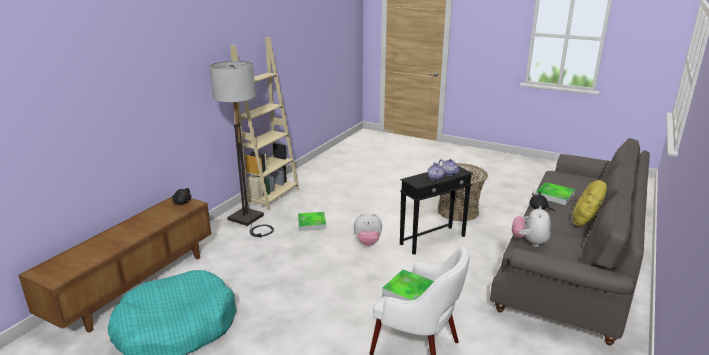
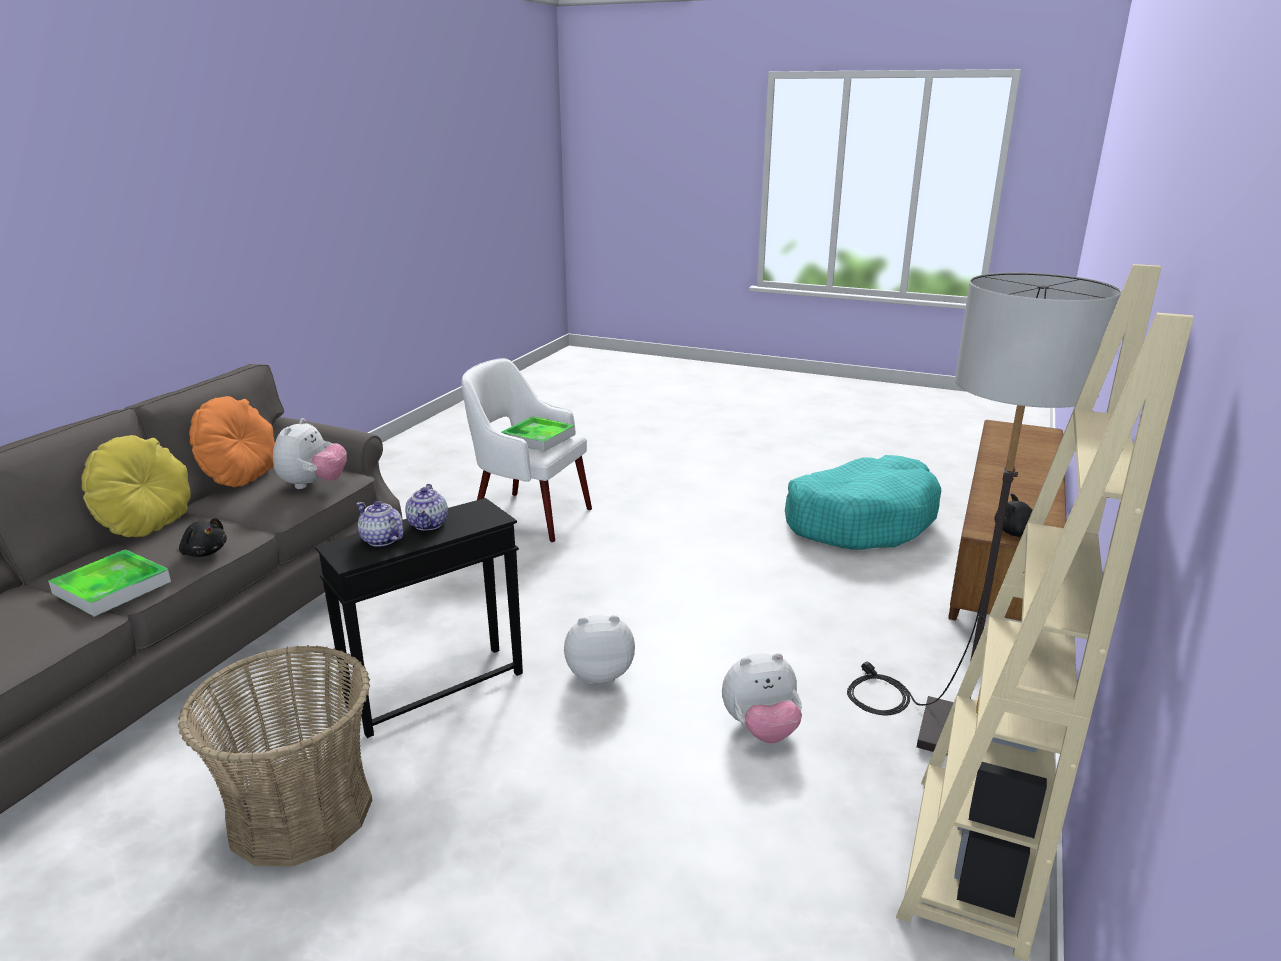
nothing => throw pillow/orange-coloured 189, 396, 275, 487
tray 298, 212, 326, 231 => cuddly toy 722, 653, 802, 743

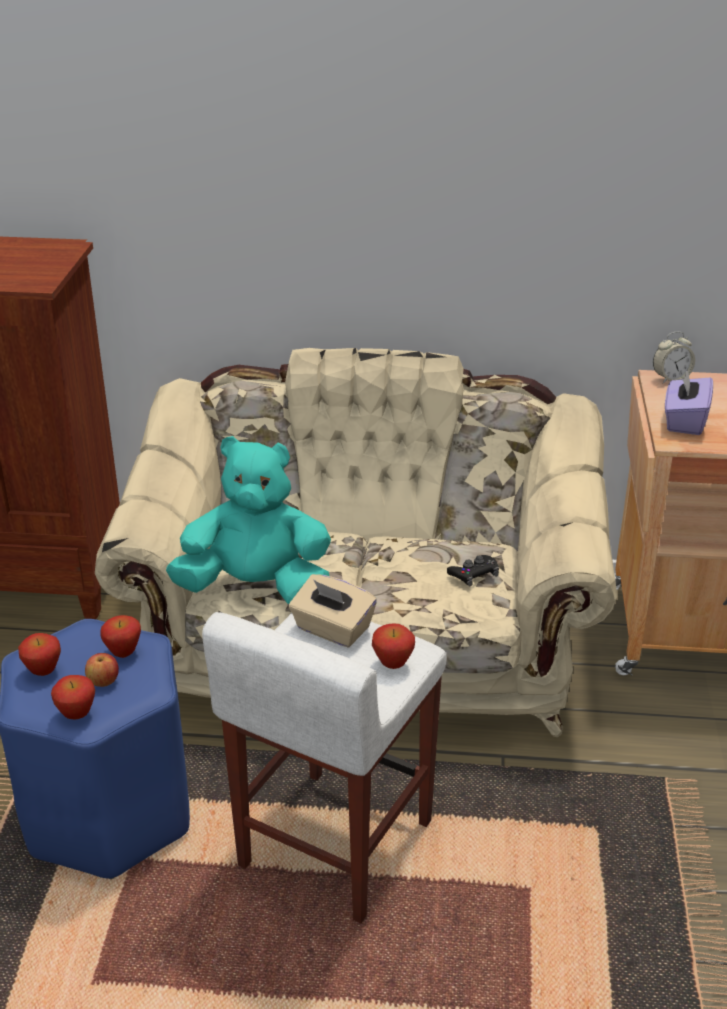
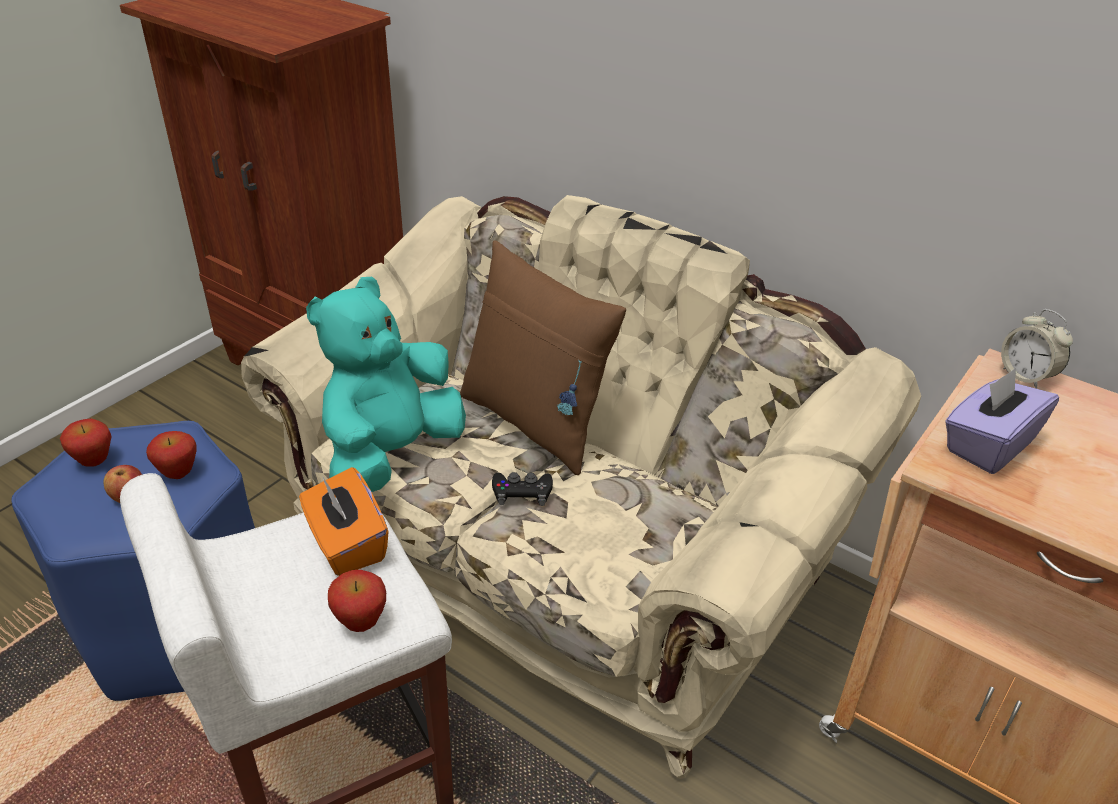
apple fruit 51, 675, 95, 719 => nothing
nothing => throw pillow/brown 460, 240, 626, 475
game controller/black 447, 555, 499, 586 => game controller/black 492, 472, 553, 506, shifted
box of tissues/beige 289, 574, 377, 647 => box of tissues/orange-coloured 299, 467, 389, 576
cuddly toy/blue-green 166, 436, 331, 604 => cuddly toy/blue-green 306, 277, 466, 492, 90 degrees counterclockwise
table clock 653, 332, 695, 384 => table clock 1001, 309, 1073, 389, 45 degrees clockwise

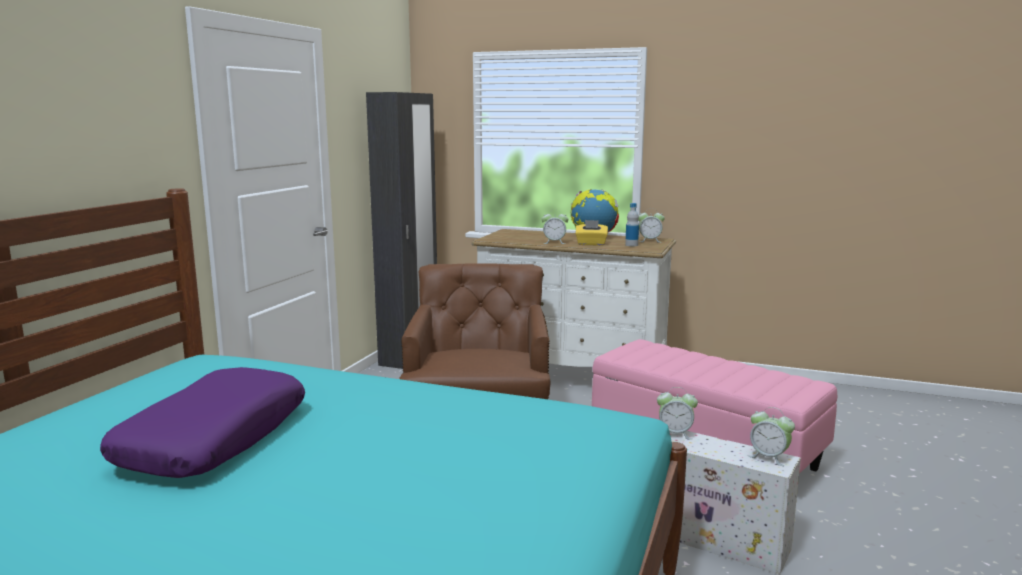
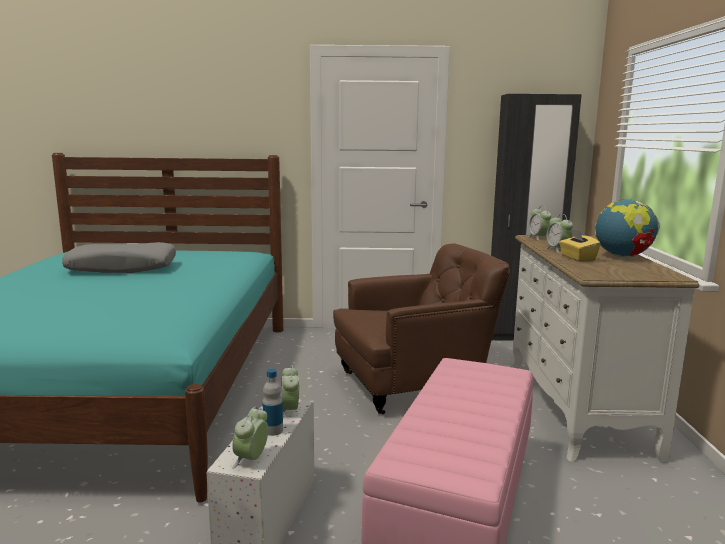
bottle 625, 203, 639, 246 => bottle 262, 369, 283, 436, shifted
table clock 638, 208, 665, 243 => table clock 528, 206, 551, 241, shifted
throw pillow/purple 100, 367, 305, 478 => throw pillow/gray 62, 242, 176, 273

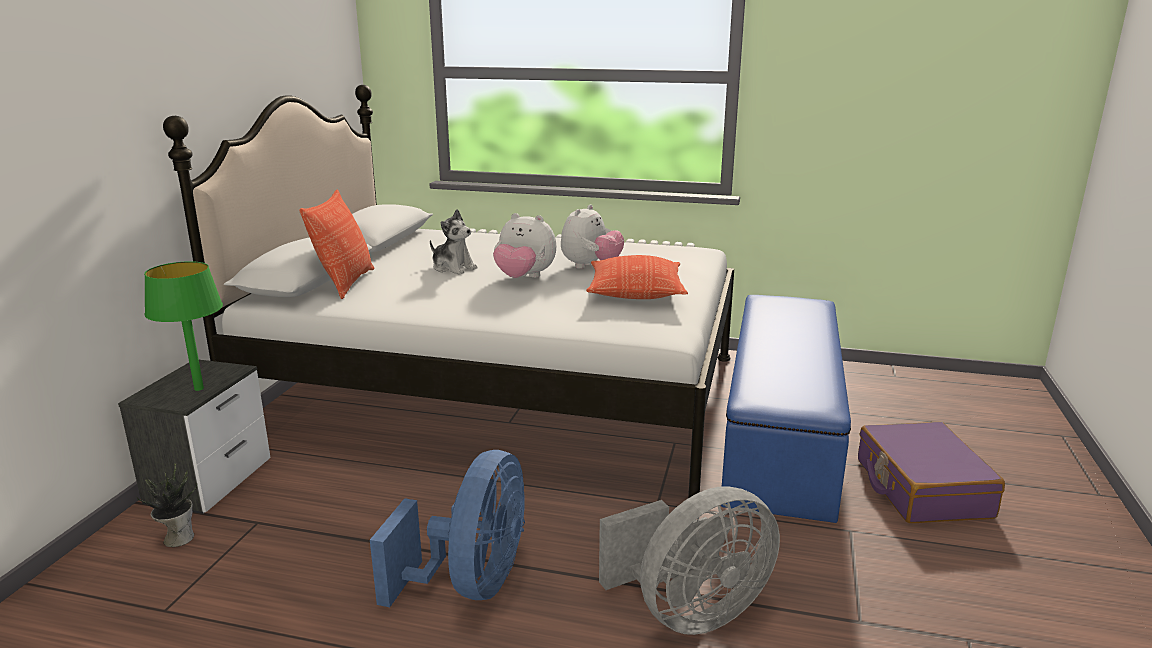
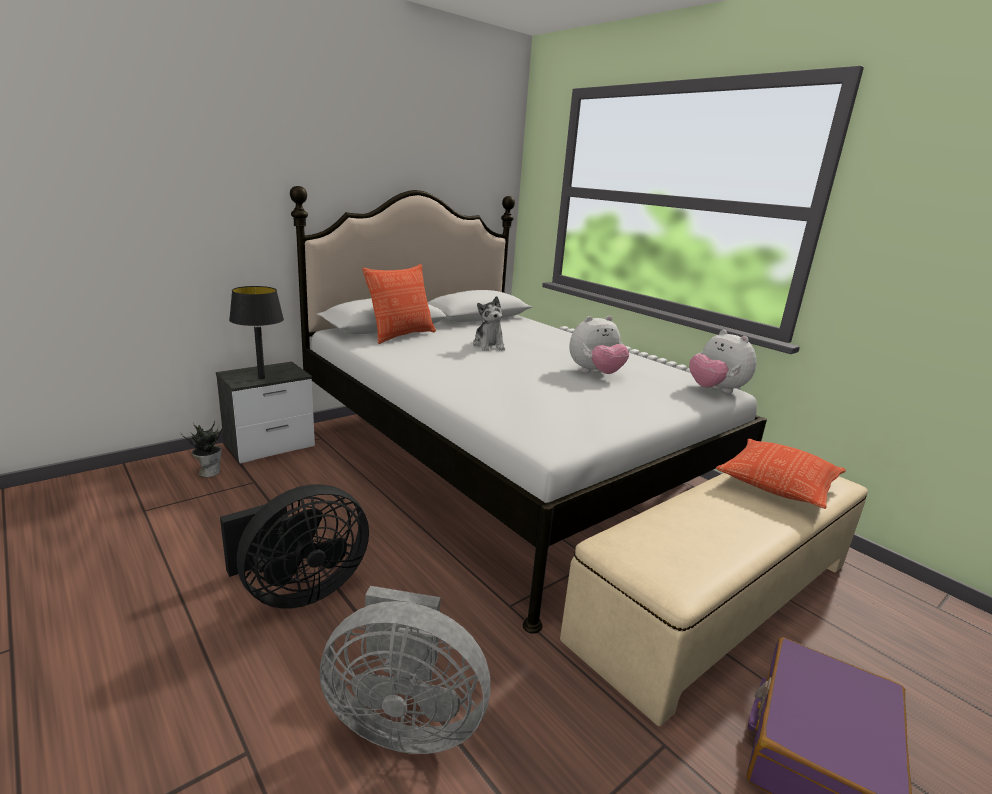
cuddly toy 493, 213, 556, 278 => cuddly toy 689, 330, 757, 393, shifted
throw pillow/orange-coloured 586, 255, 688, 299 => throw pillow/orange-coloured 716, 439, 846, 509, shifted
lamp for a table/green 144, 261, 223, 391 => lamp for a table/black 229, 286, 284, 379
fan/bluish 370, 450, 525, 607 => fan/black 220, 484, 369, 609
indoor bench/bluish 721, 295, 851, 523 => indoor bench/beige 560, 473, 868, 726

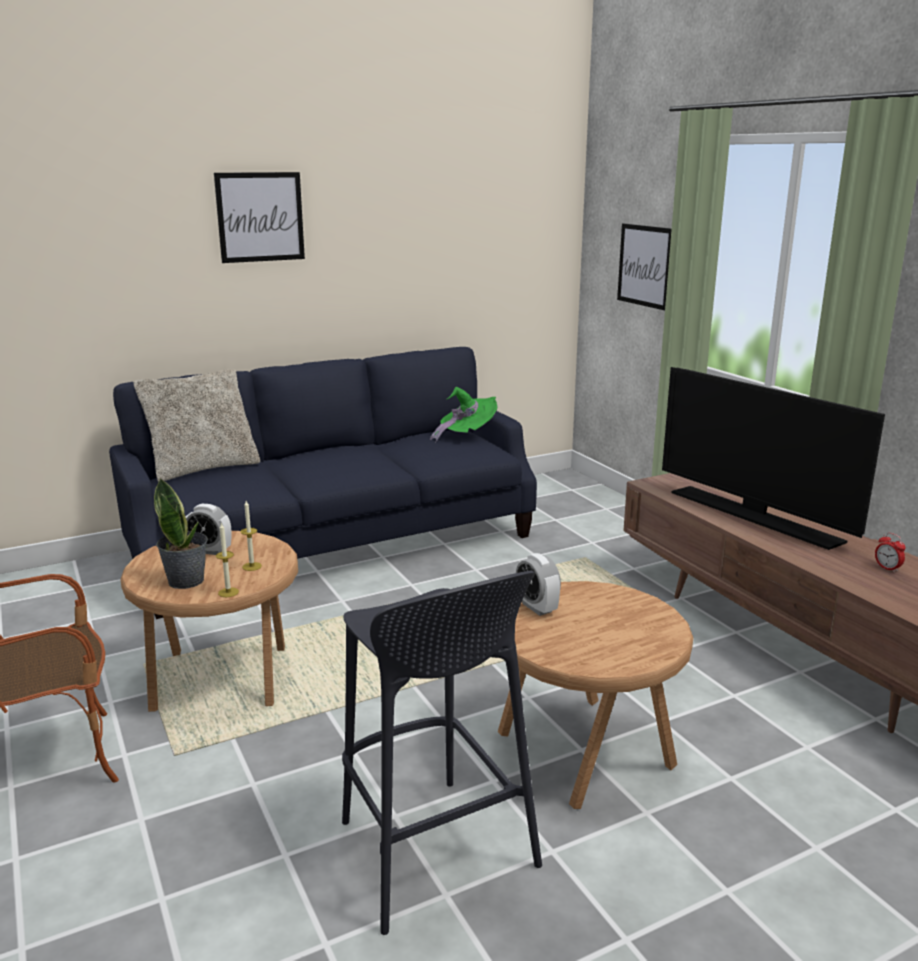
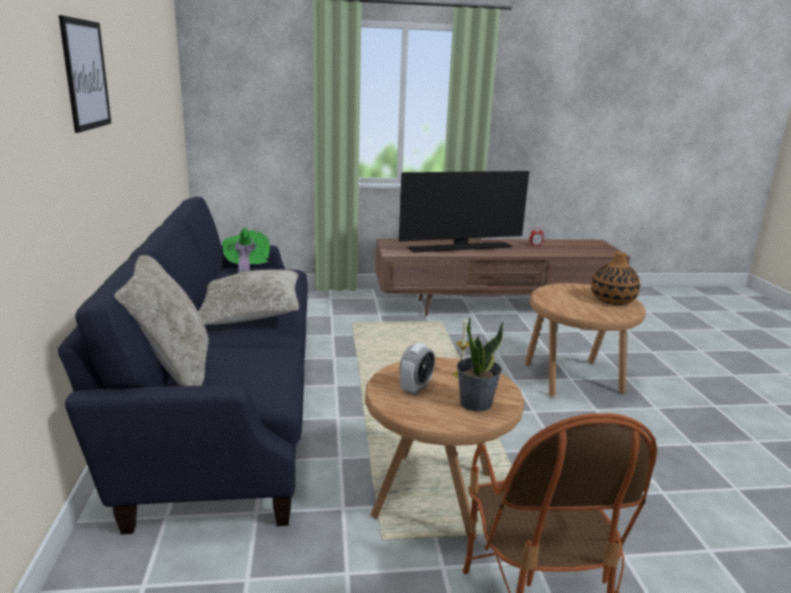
wax candle 216, 522, 239, 597 => nothing
stool/gray 342, 571, 542, 935 => nothing
table clock 516, 553, 561, 616 => nothing
wall art 617, 223, 672, 310 => nothing
nothing => throw pillow/beige 198, 270, 299, 325
nothing => flower vase 591, 252, 640, 305

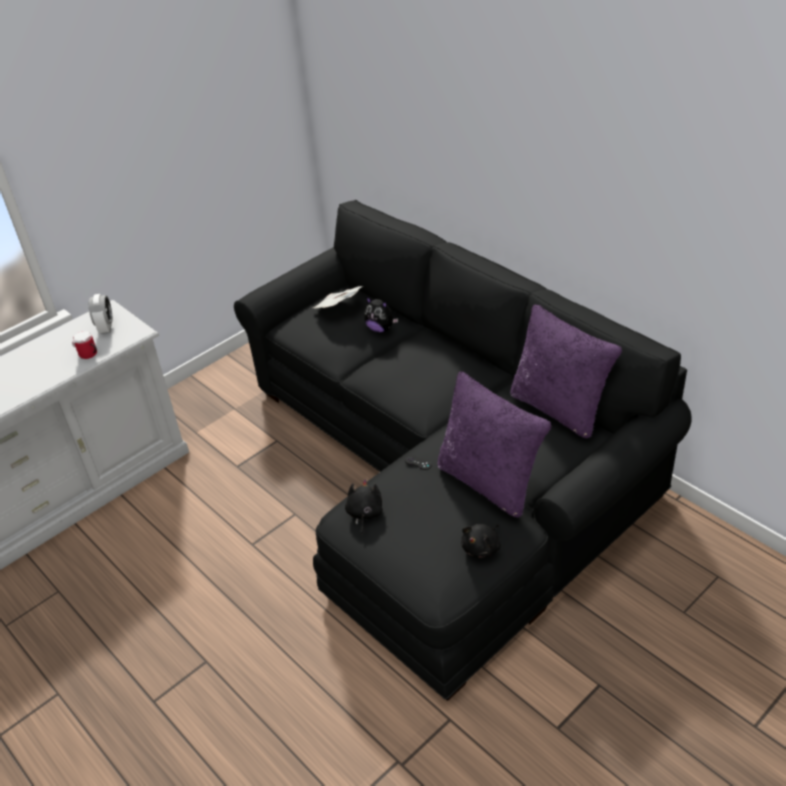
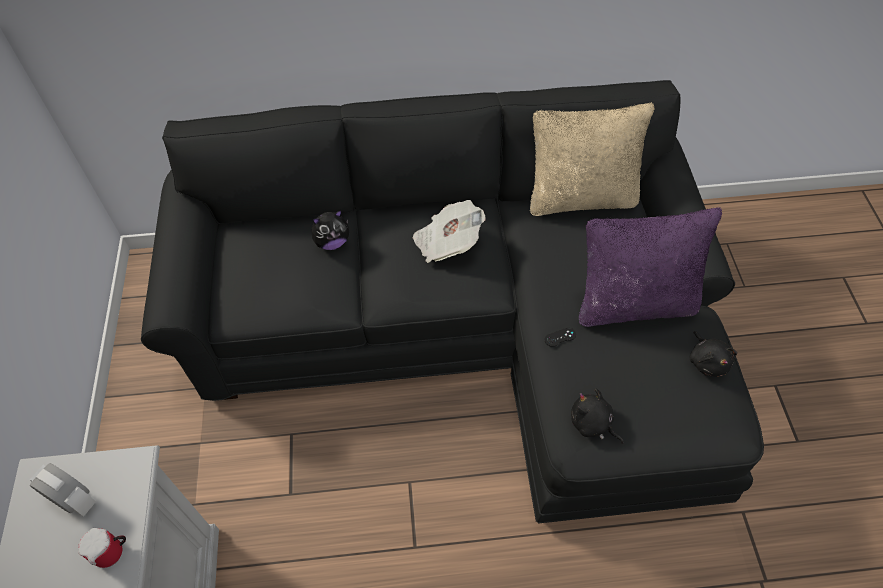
printed paper 313, 286, 363, 309 => printed paper 413, 200, 486, 263, shifted
throw pillow/purple 510, 304, 622, 438 => throw pillow/beige 530, 103, 655, 216

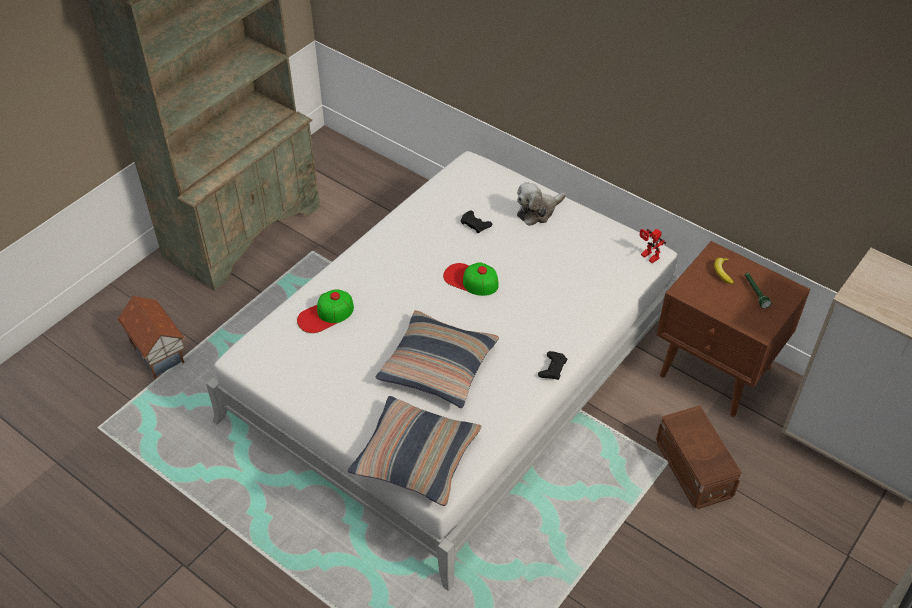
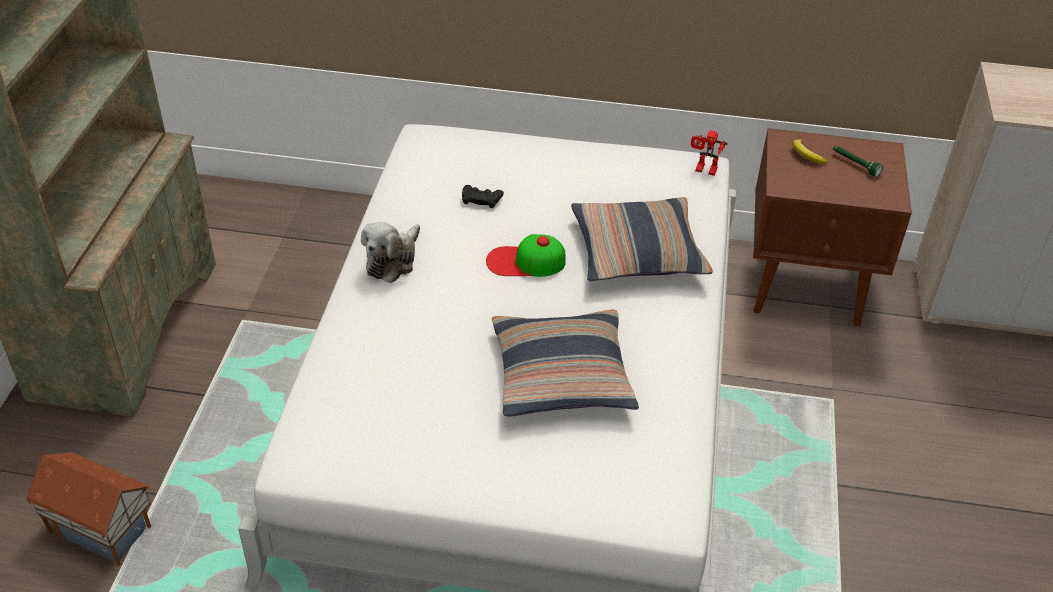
cap 297, 289, 354, 333 => nothing
game controller/black 538, 351, 568, 380 => nothing
storage box/brown 656, 405, 742, 510 => nothing
throw pillow 348, 396, 482, 506 => throw pillow 571, 197, 713, 281, shifted
cuddly toy 517, 182, 566, 226 => cuddly toy 361, 222, 420, 283, shifted

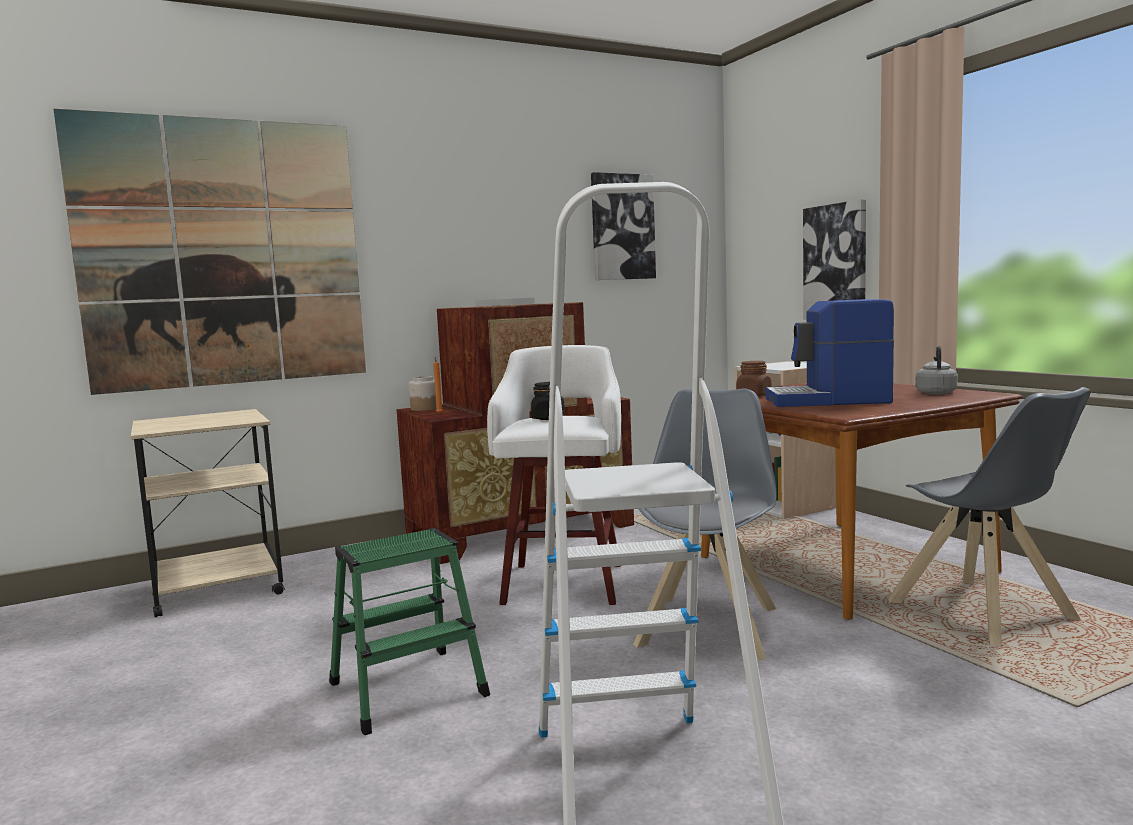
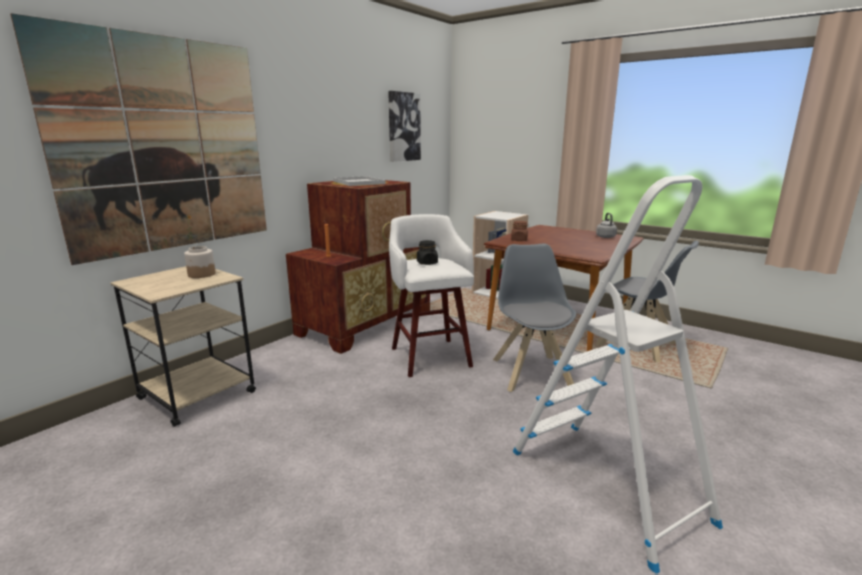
step ladder/green 329, 528, 490, 735 => nothing
coffee brewer 766, 299, 894, 407 => nothing
wall art 803, 199, 866, 319 => nothing
jar 409, 376, 436, 411 => jar 184, 246, 216, 278, shifted

